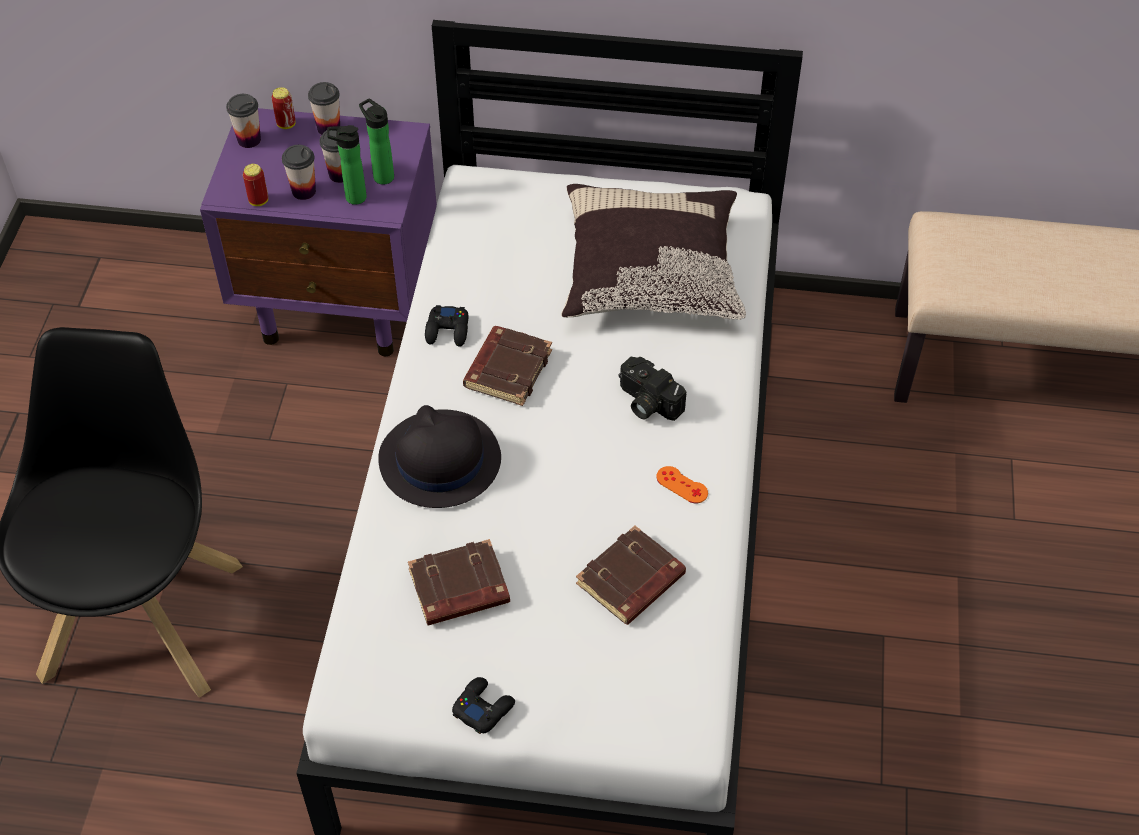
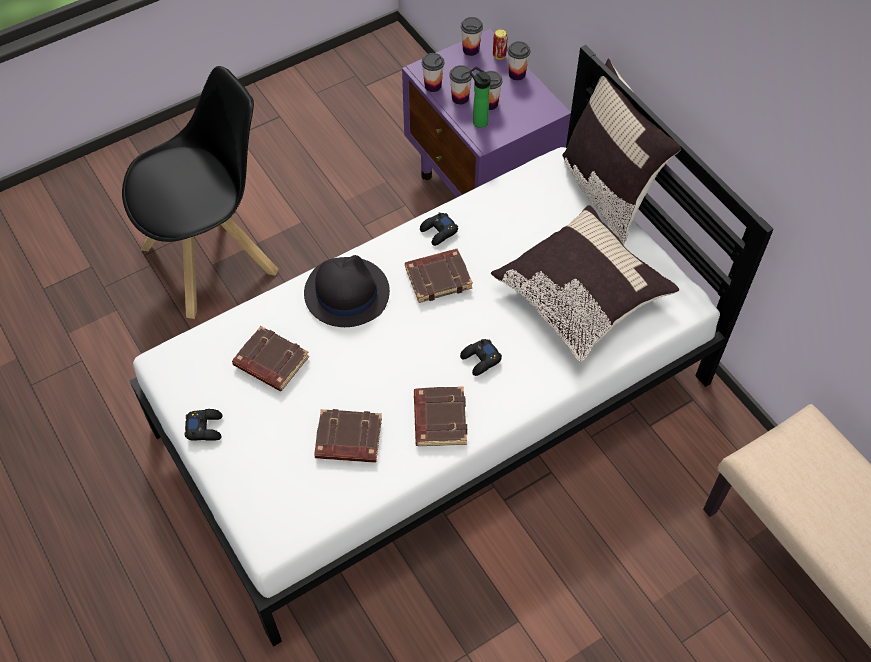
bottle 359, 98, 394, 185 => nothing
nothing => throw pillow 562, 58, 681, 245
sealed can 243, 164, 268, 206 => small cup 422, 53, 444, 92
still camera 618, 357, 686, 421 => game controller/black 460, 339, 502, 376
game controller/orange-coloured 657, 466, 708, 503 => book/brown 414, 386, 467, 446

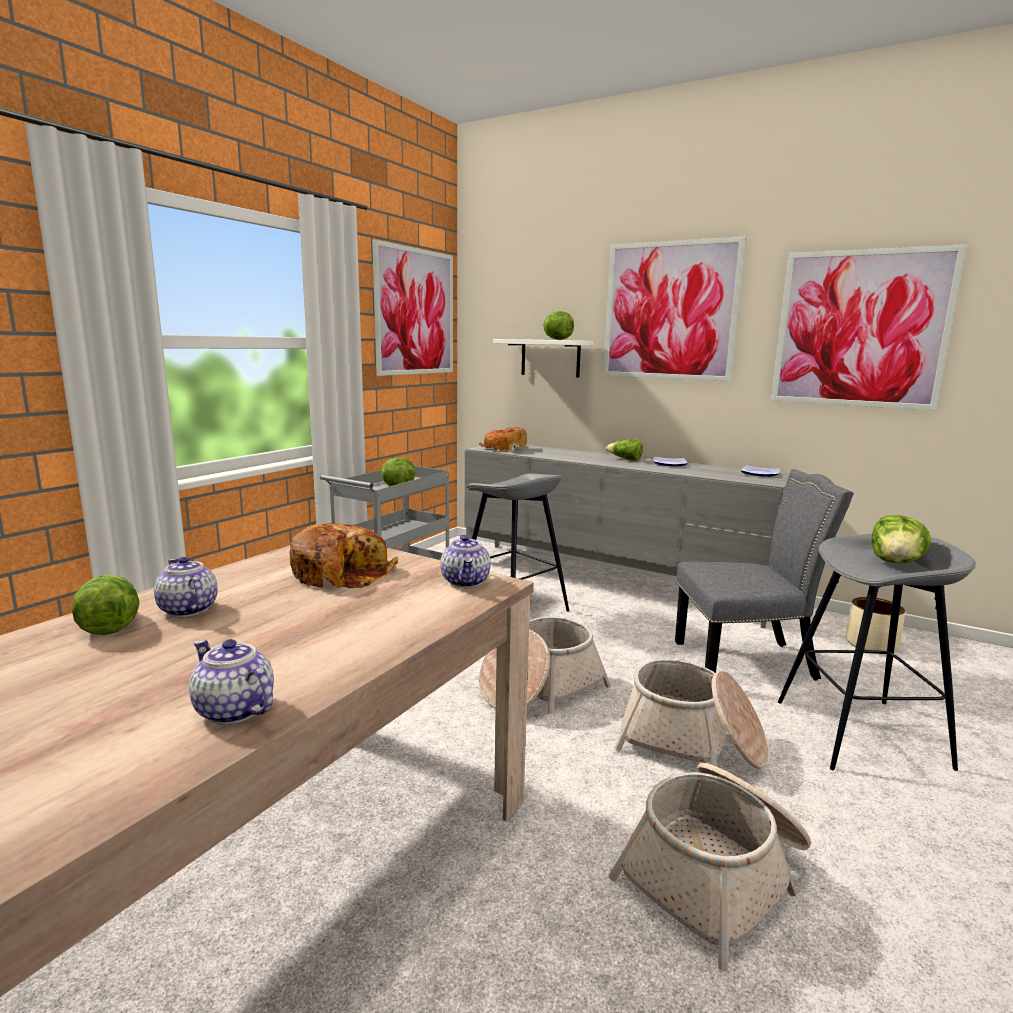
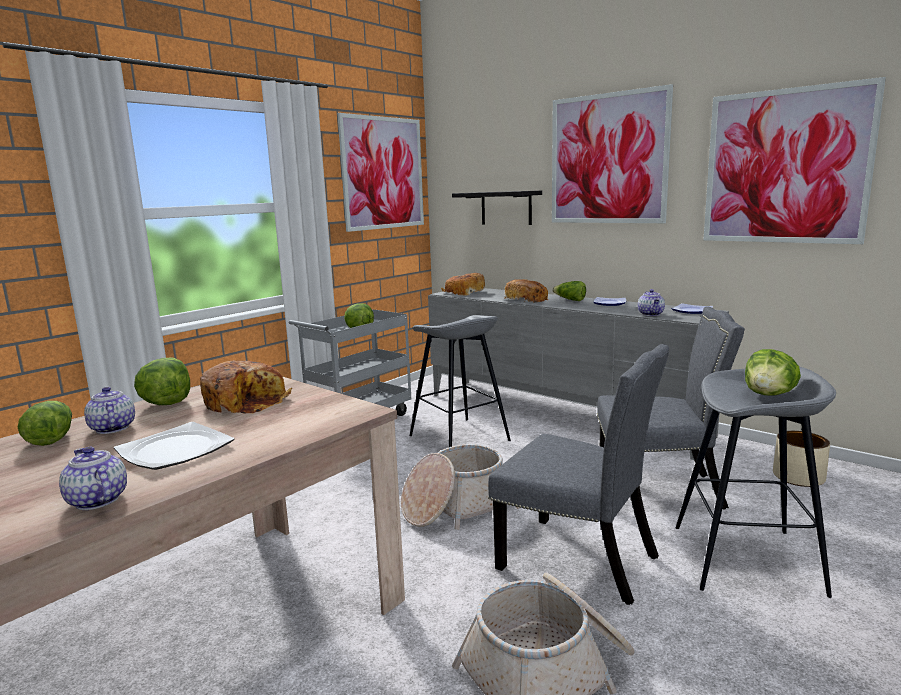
nothing => plate 114, 422, 234, 470
nothing => baked bread 504, 279, 548, 303
teapot 441, 535, 490, 588 => teapot 638, 289, 665, 316, shifted
lettuce head 543, 311, 574, 340 => lettuce head 134, 358, 190, 405, shifted
storage basket 615, 659, 768, 769 => plain chair/gray 488, 344, 669, 605
bracket shelf/white-coloured 493, 339, 593, 378 => bracket shelf/black 452, 191, 542, 225

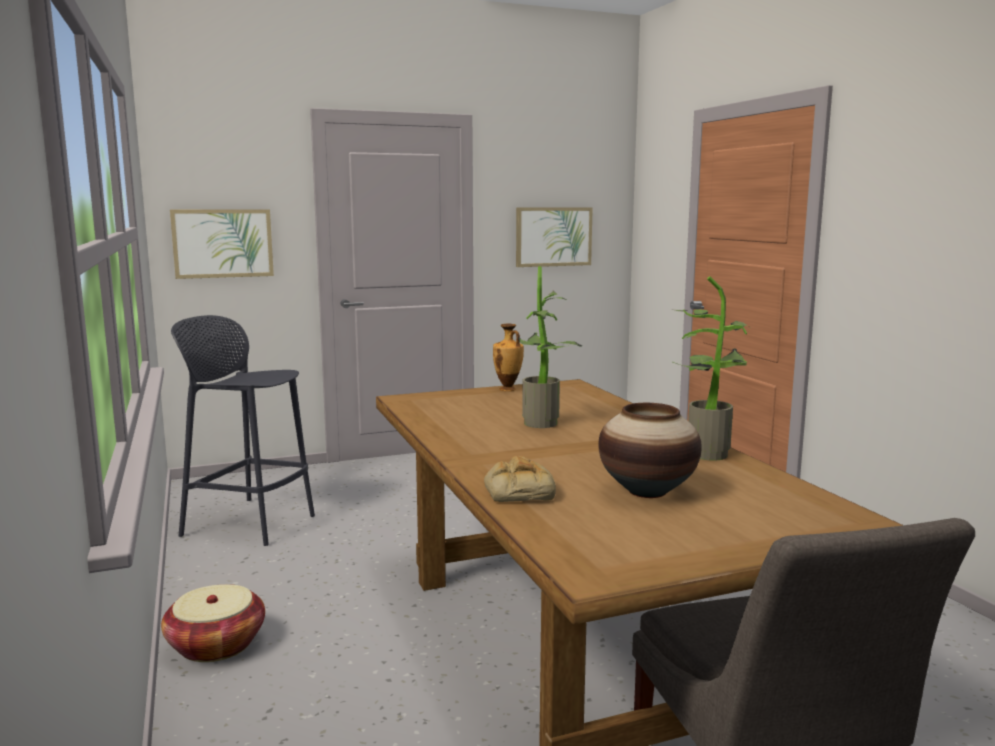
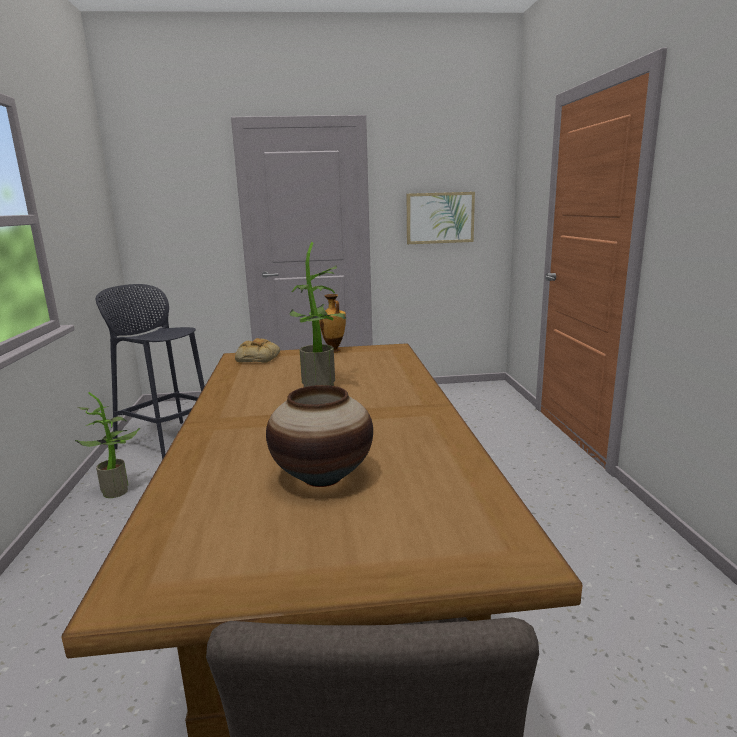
storage basket 161, 584, 265, 662 => nothing
wall art 170, 209, 274, 279 => nothing
baked bread 484, 456, 556, 502 => baked bread 235, 338, 280, 363, shifted
plant in a pot 672, 277, 748, 460 => plant in a pot 75, 392, 140, 498, shifted

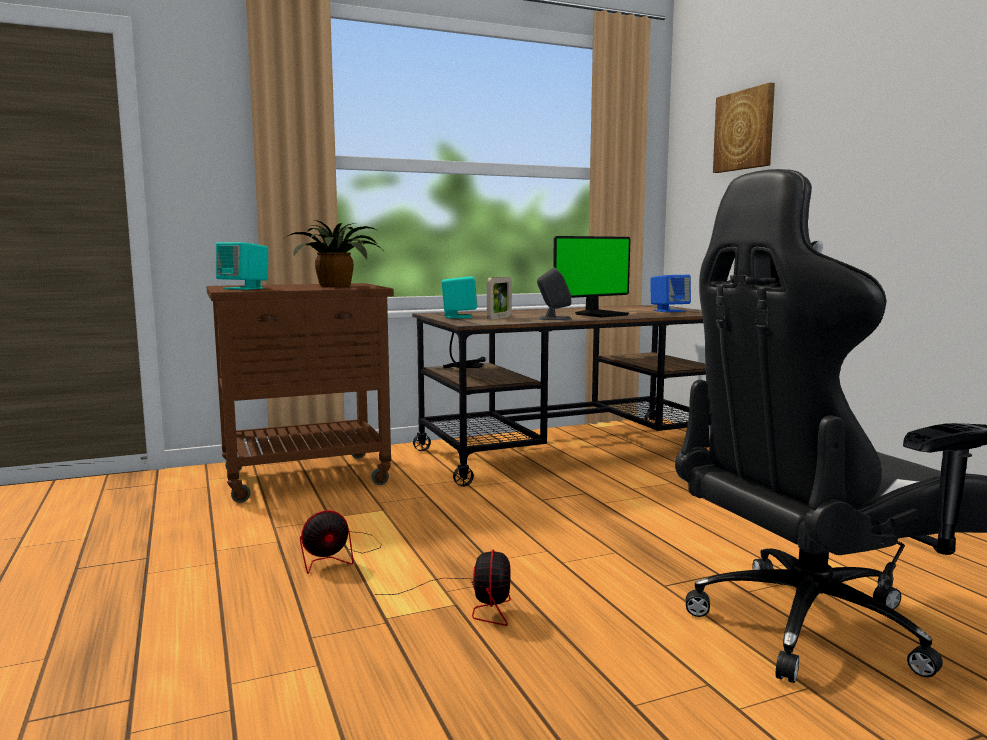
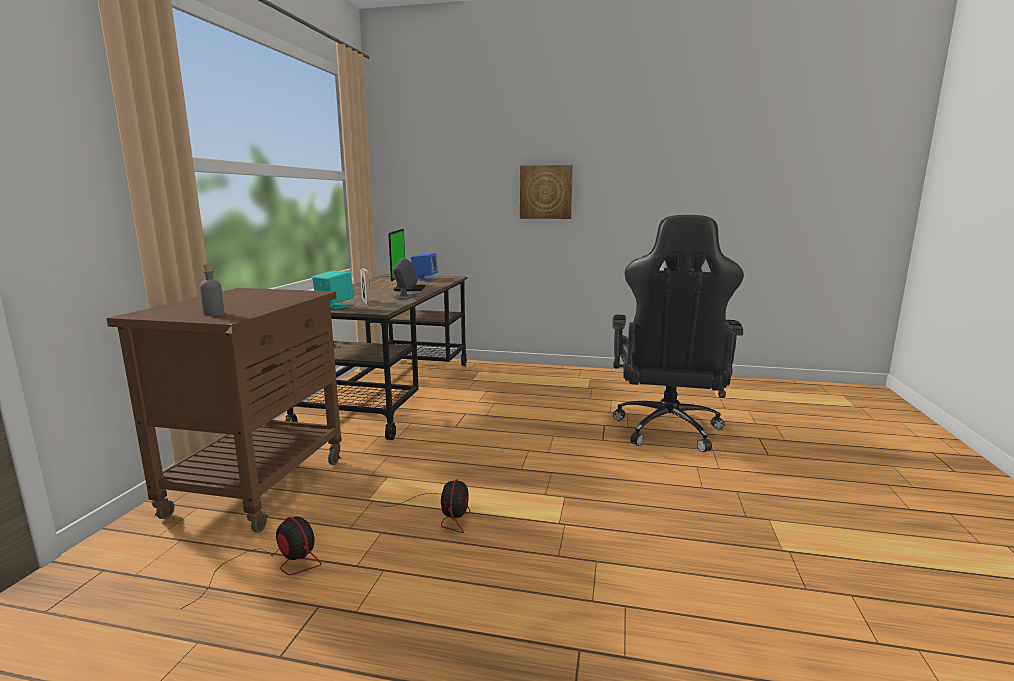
plant in a pot 286, 220, 383, 287 => nothing
fan 375, 549, 511, 626 => fan 181, 517, 322, 609, shifted
wall art 713, 82, 775, 173 => wall art 520, 165, 573, 219, shifted
loudspeaker/blue-green 216, 242, 268, 290 => bottle/gray 200, 264, 224, 316

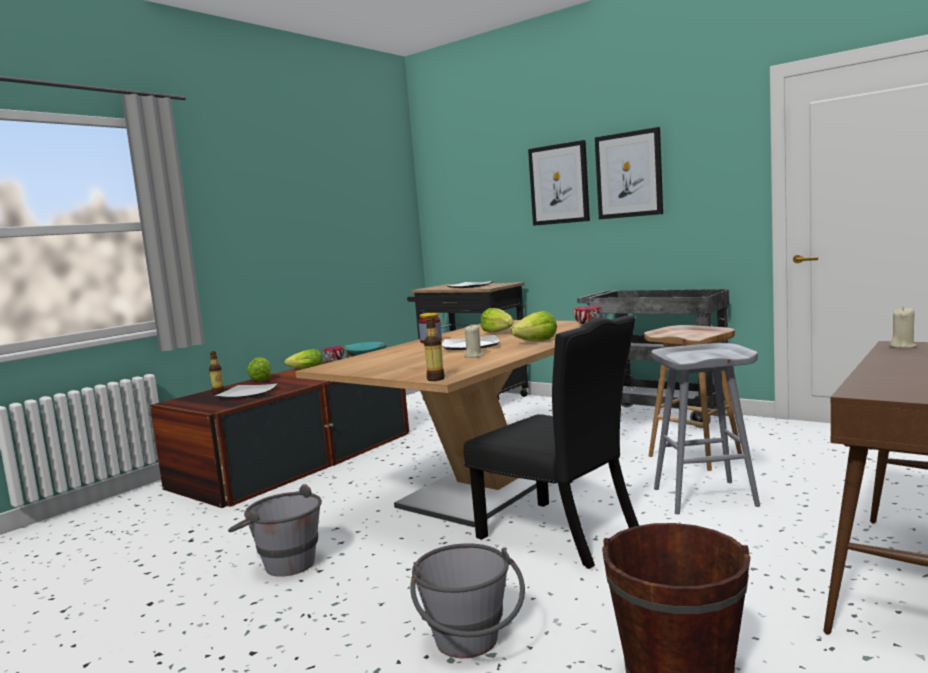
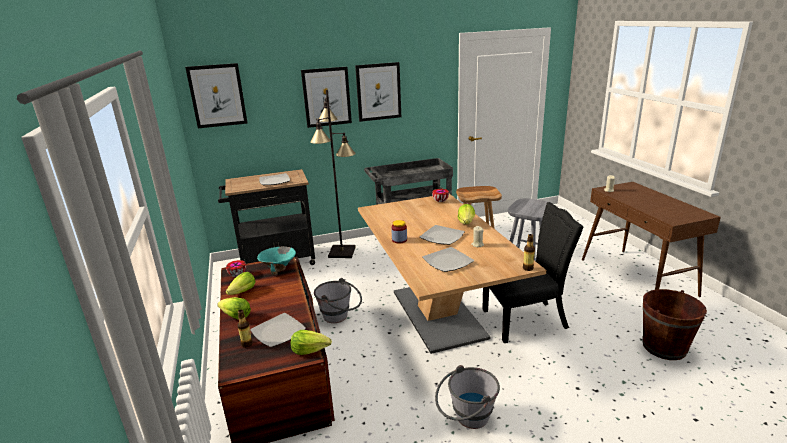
nothing => wall art 185, 63, 248, 128
nothing => standard lamp/black 310, 90, 356, 258
nothing => plate 422, 247, 474, 272
bucket/gray 410, 543, 525, 658 => bucket/gray 314, 278, 362, 323, shifted
lettuce head 481, 308, 514, 333 => lettuce head 291, 330, 332, 355, shifted

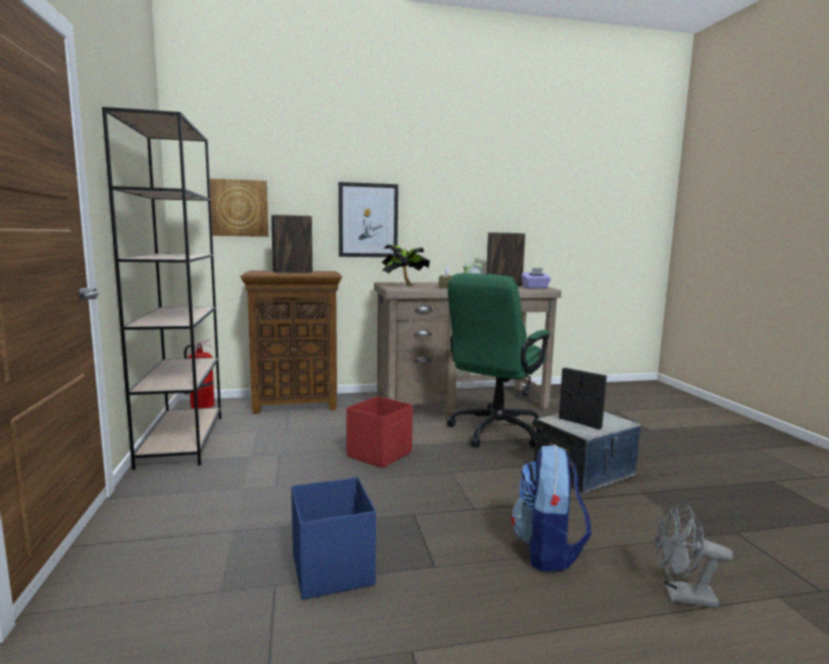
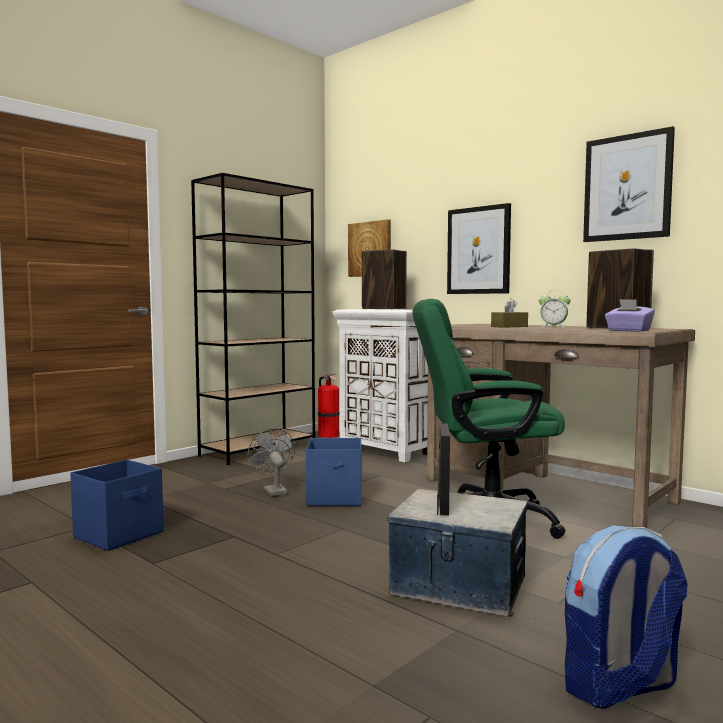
plant in a pot 382, 244, 430, 286 => nothing
nothing => wall art 583, 126, 675, 242
rucksack 511, 445, 591, 572 => rucksack 565, 525, 688, 709, shifted
fan/gray 655, 503, 733, 608 => fan/gray 248, 429, 295, 496, shifted
storage cabinet/brown 240, 271, 342, 414 => storage cabinet/white-coloured 331, 309, 428, 462
storage box/red-coloured 346, 396, 413, 468 => storage box/bluish 306, 438, 362, 506

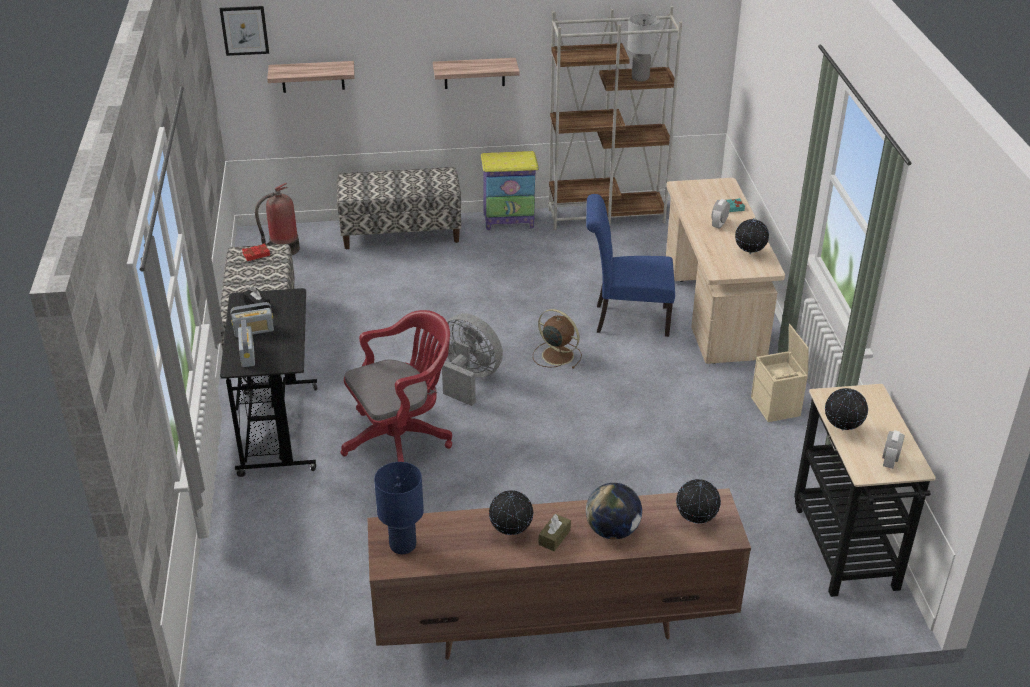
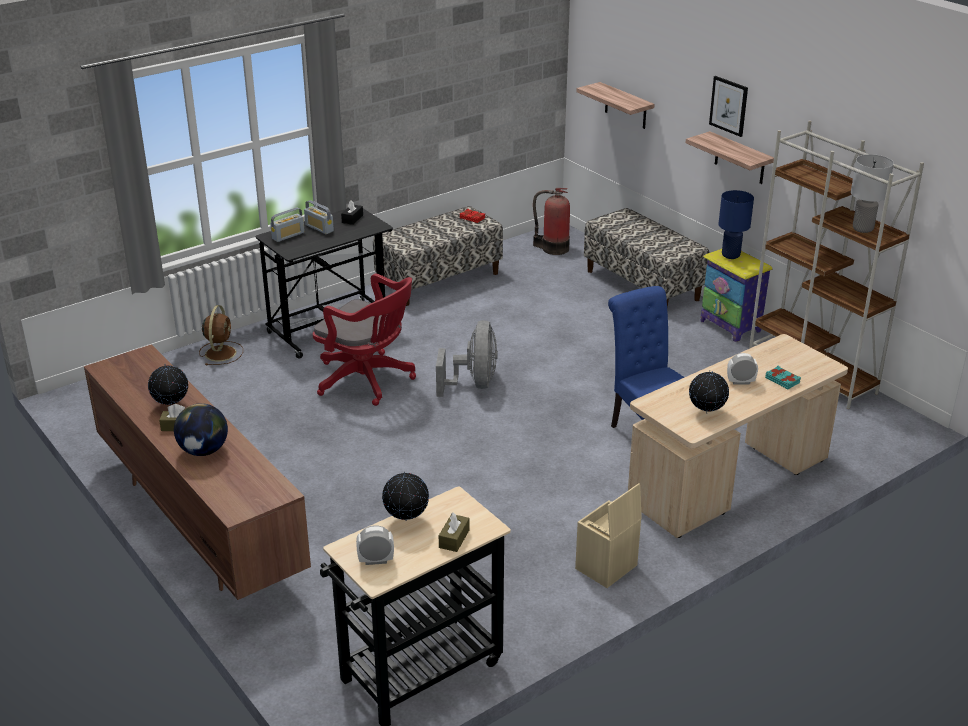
desk globe 676, 479, 721, 524 => nothing
nothing => box of tissues/brown 439, 512, 470, 552
wall art 220, 6, 269, 56 => wall art 709, 76, 748, 137, shifted
lamp for a table/bluish 374, 462, 424, 555 => lamp for a table/bluish 719, 190, 754, 259, shifted
fan/brown 533, 309, 582, 369 => fan/brown 199, 305, 243, 365, shifted

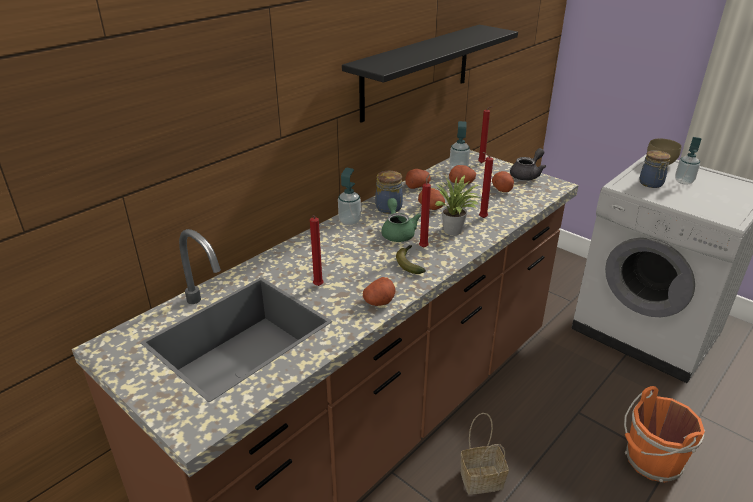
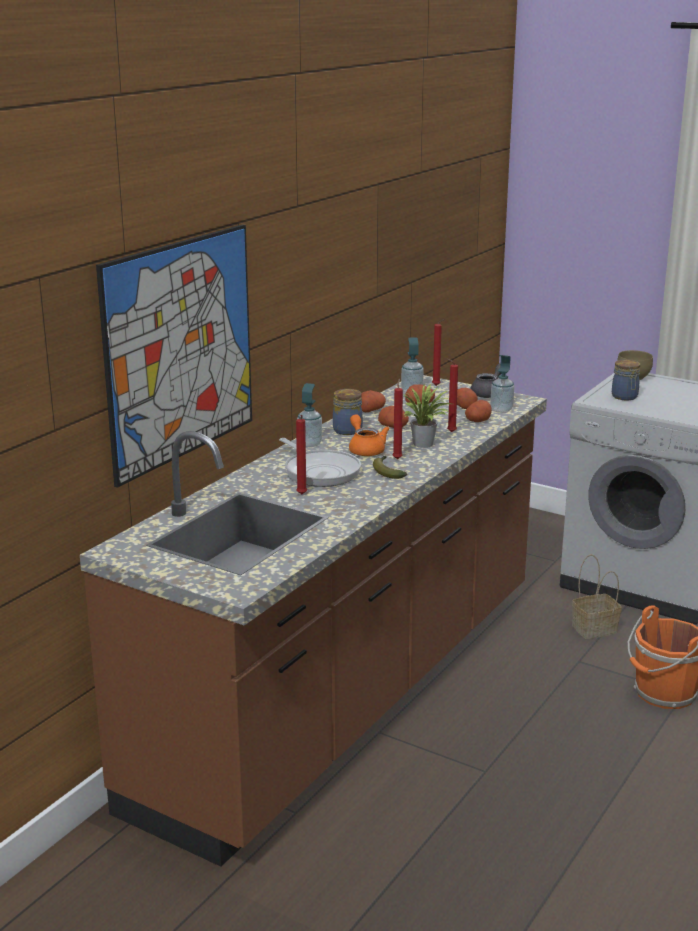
bracket shelf/black 342, 25, 518, 123 => nothing
nothing => wall art 96, 224, 252, 488
nothing => pan 279, 438, 361, 487
whole potato 363, 277, 396, 306 => whole potato 465, 400, 492, 422, shifted
storage basket 460, 413, 509, 495 => storage basket 572, 554, 622, 639, shifted
liquid soap bottle 675, 137, 702, 185 => liquid soap bottle 490, 355, 514, 413, shifted
teapot/green 381, 198, 421, 242 => teapot/orange-coloured 349, 414, 390, 456

